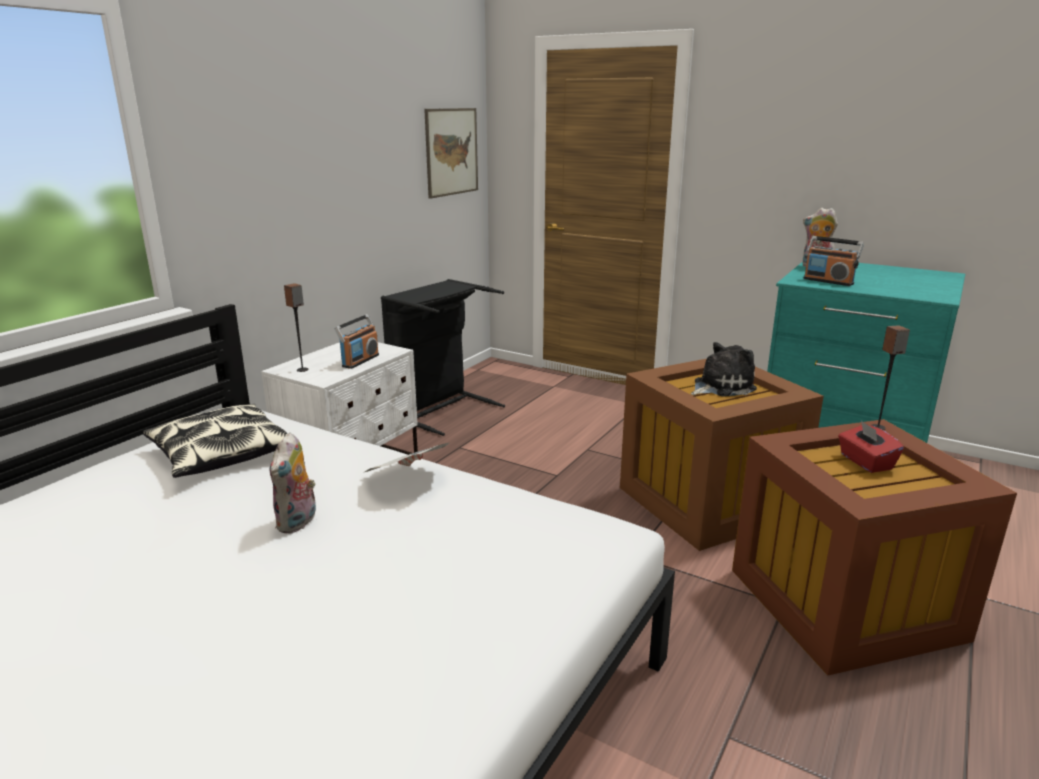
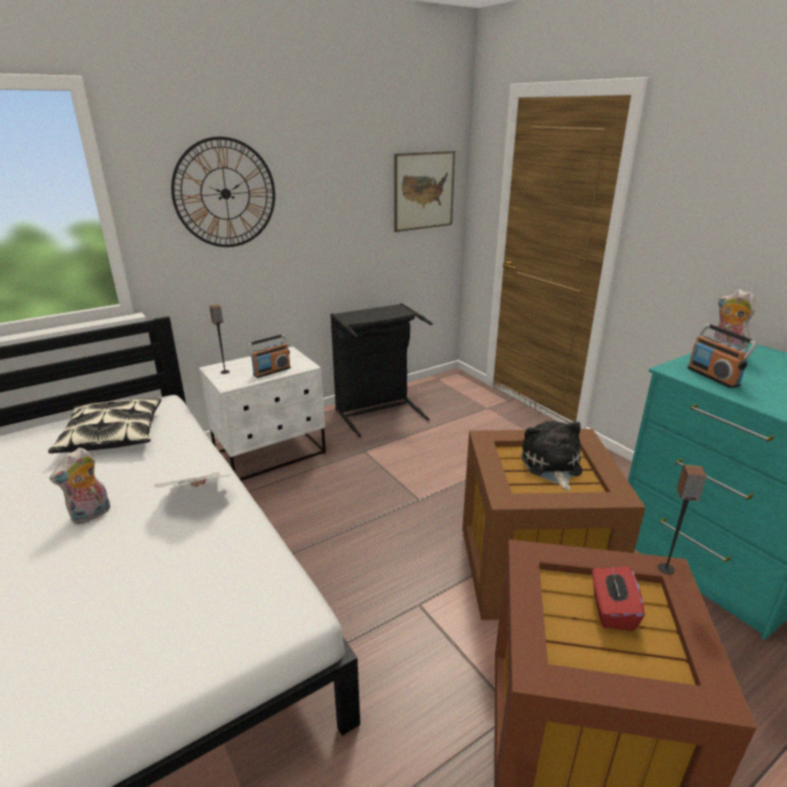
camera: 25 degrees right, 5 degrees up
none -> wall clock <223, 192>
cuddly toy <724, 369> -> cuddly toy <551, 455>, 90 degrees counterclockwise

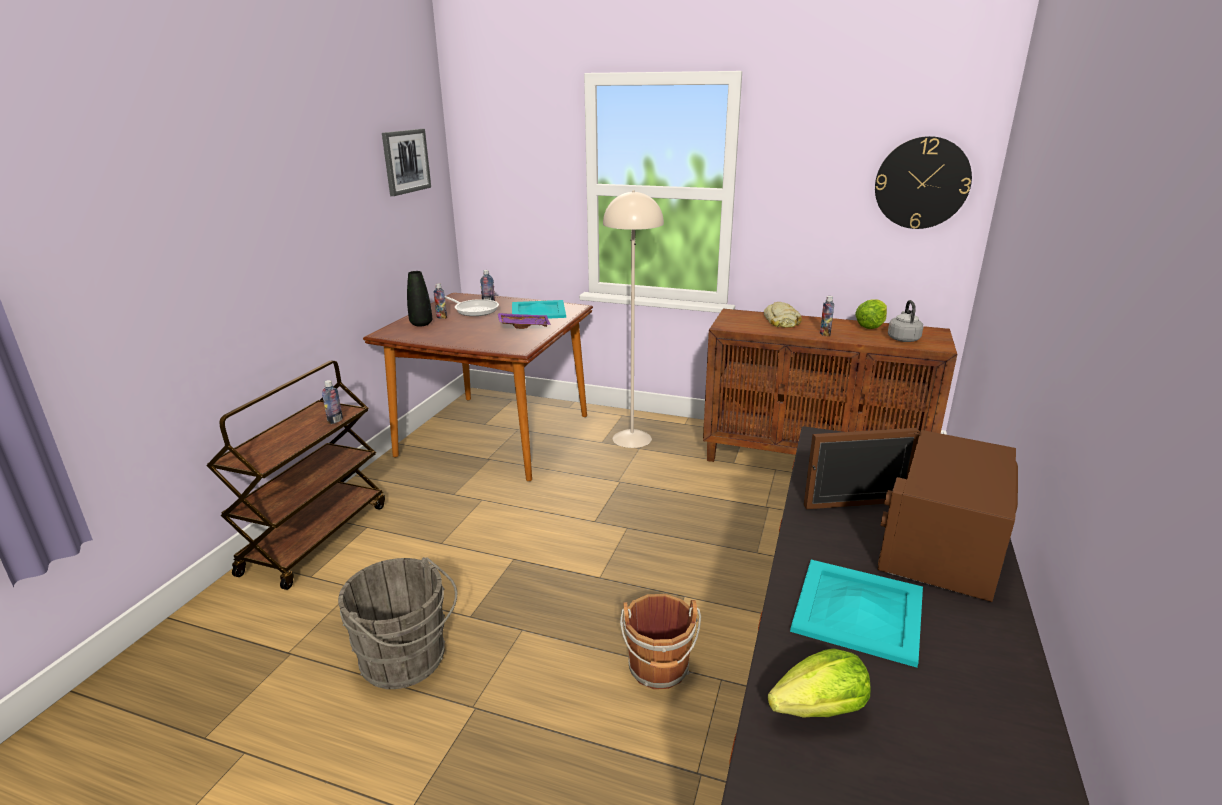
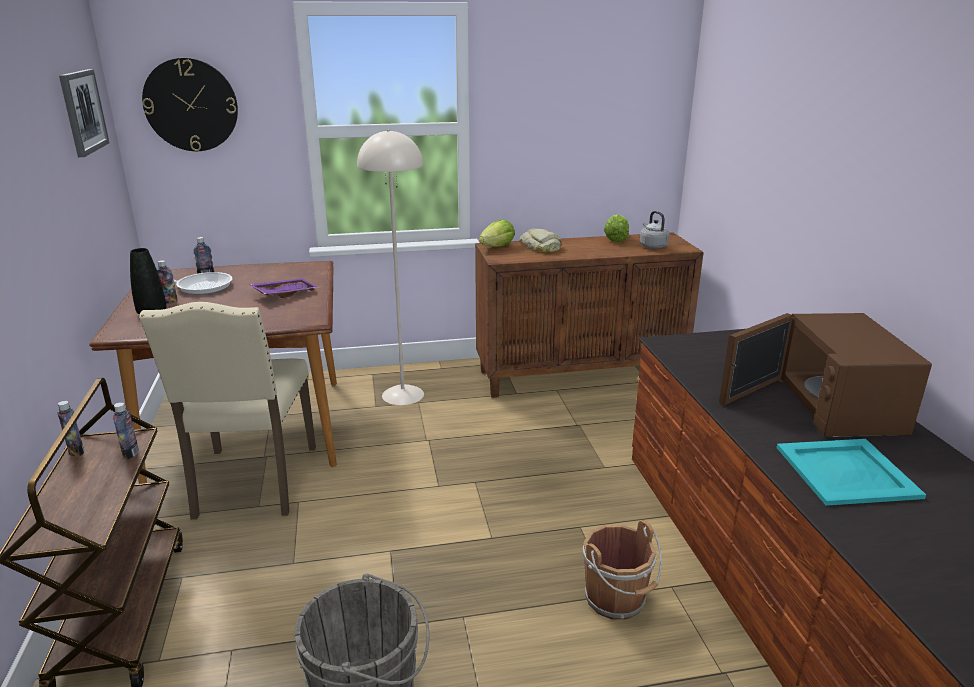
camera: 30 degrees left, 0 degrees up
bottle <827, 316> -> bottle <70, 429>, shifted
none -> plain chair (beige-coloured) <227, 411>
wall clock <923, 182> -> wall clock <190, 104>, shifted
lettuce <818, 683> -> lettuce <497, 233>, shifted
serving tray (blue-green) <539, 309> -> none

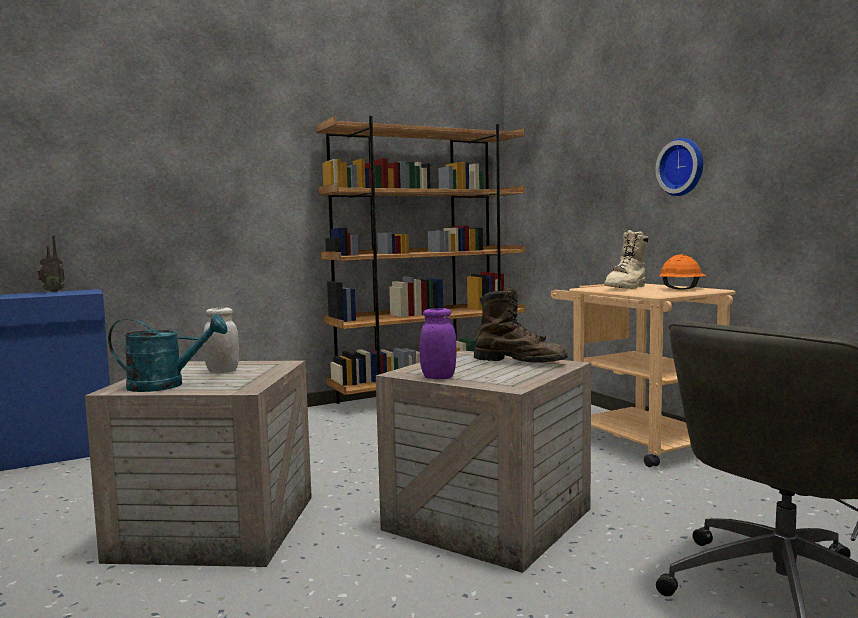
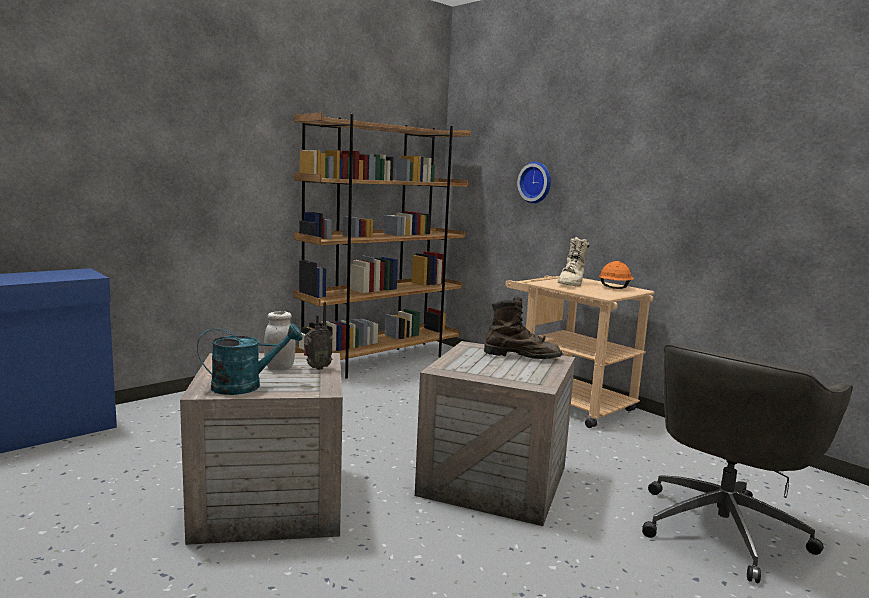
camera: 15 degrees left, 5 degrees up
radio <51, 263> -> radio <318, 336>, shifted
wall clock <679, 167> -> wall clock <534, 182>, shifted
storage jar (purple) <438, 343> -> none

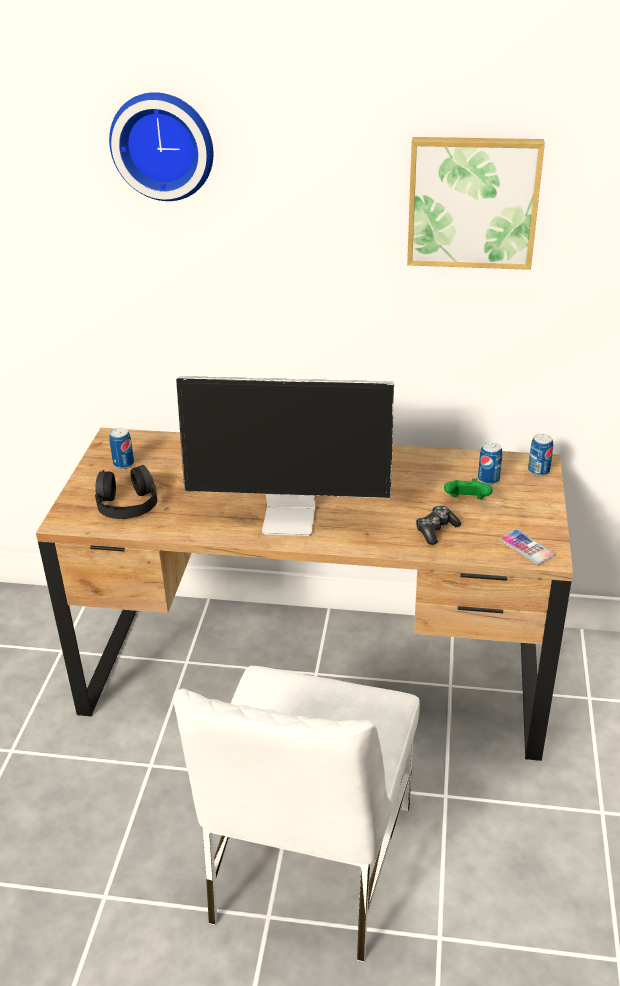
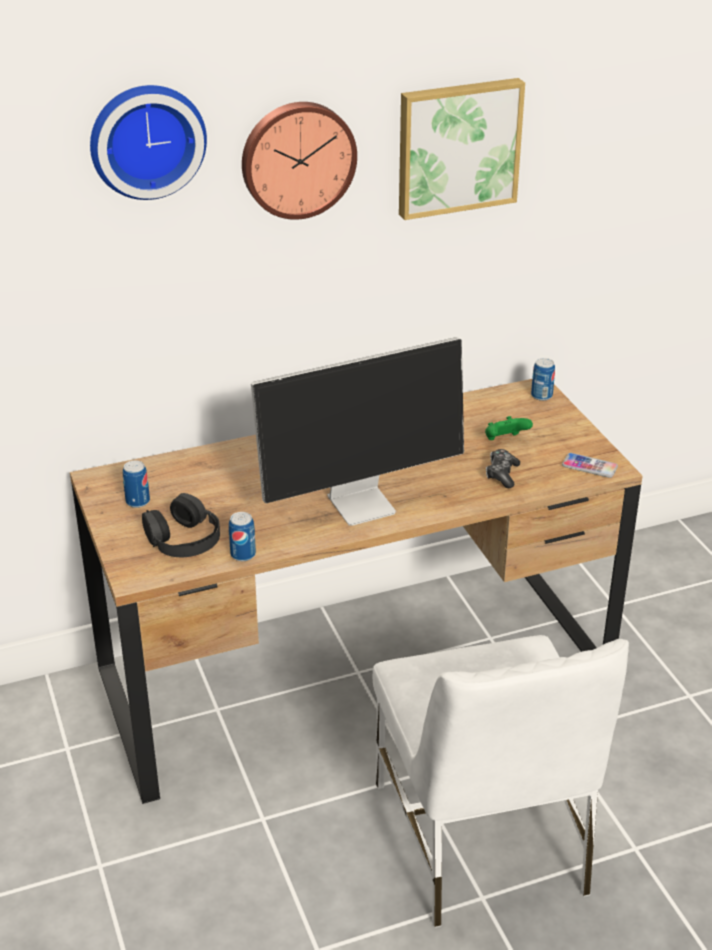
camera: 30 degrees left, 0 degrees up
metal can <490, 463> -> metal can <242, 536>, shifted
none -> wall clock <299, 161>

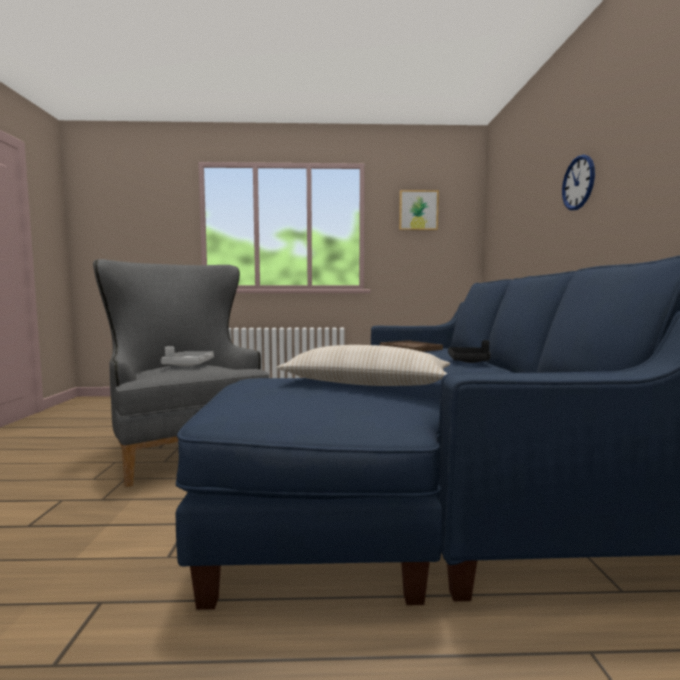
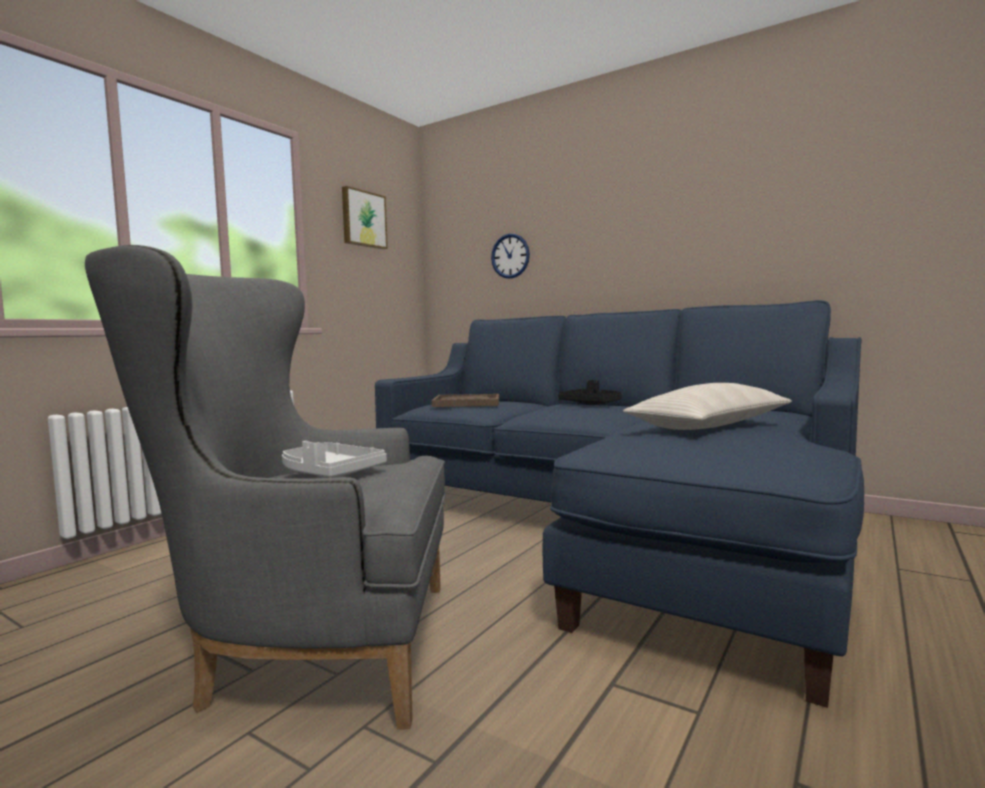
camera: 55 degrees left, 0 degrees up
wall clock <578, 182> -> wall clock <510, 256>, shifted

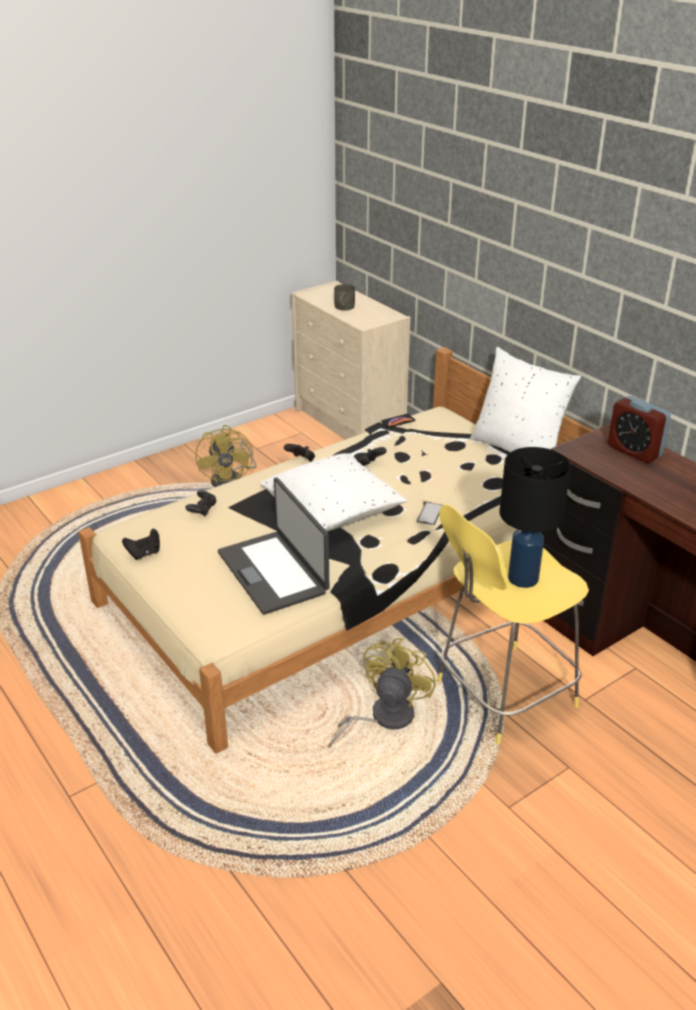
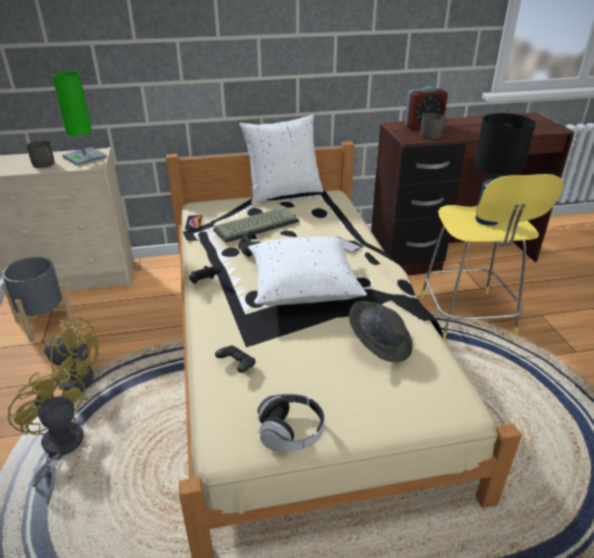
camera: 65 degrees left, 0 degrees up
none -> flower pot (grey) <38, 299>
cooling fan (yellowish) <382, 693> -> cooling fan (yellowish) <47, 436>, shifted
none -> tabletop lamp (green-coloured) <79, 118>
none -> PC keyboard <256, 225>
game controller (black) <141, 544> -> pair of headphones <291, 423>
laptop <273, 546> -> clothing hat (grey) <380, 331>
none -> coffee mug (grey) <434, 126>

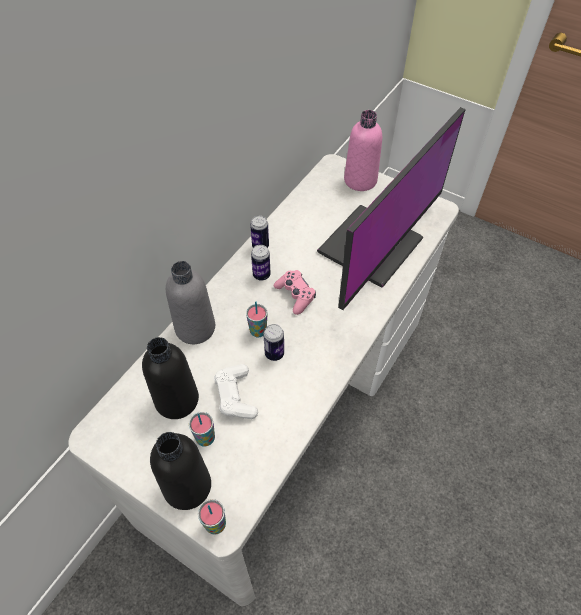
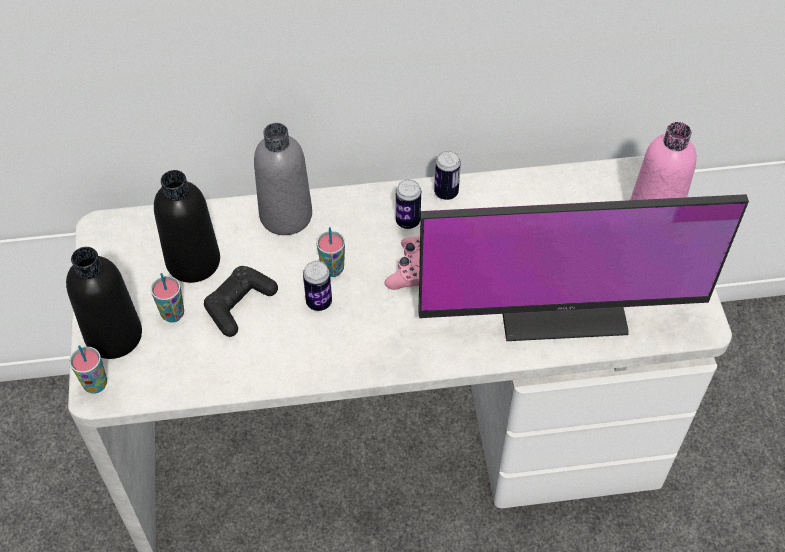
camera: 50 degrees right, 0 degrees up
game controller (whitish) <236, 391> -> game controller (black) <241, 301>

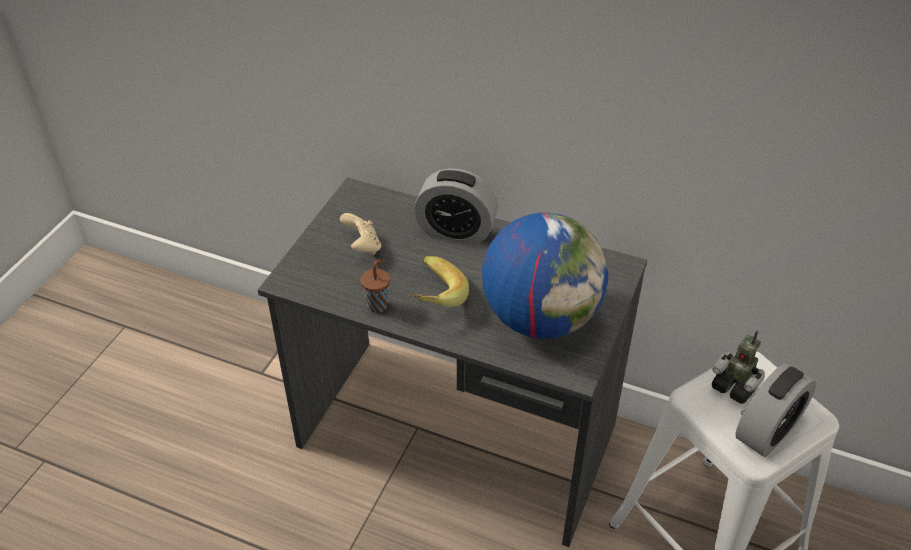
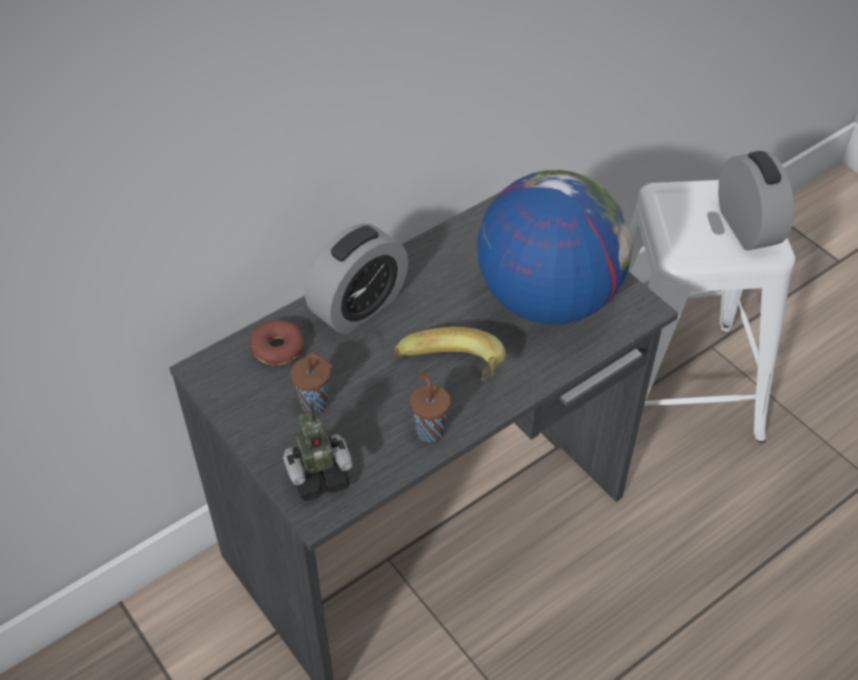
camera: 60 degrees left, 5 degrees up
none -> donut <277, 343>
toy robot <738, 367> -> toy robot <317, 452>, shifted
game controller (beige-coloured) <360, 234> -> small cup (brown) <311, 383>

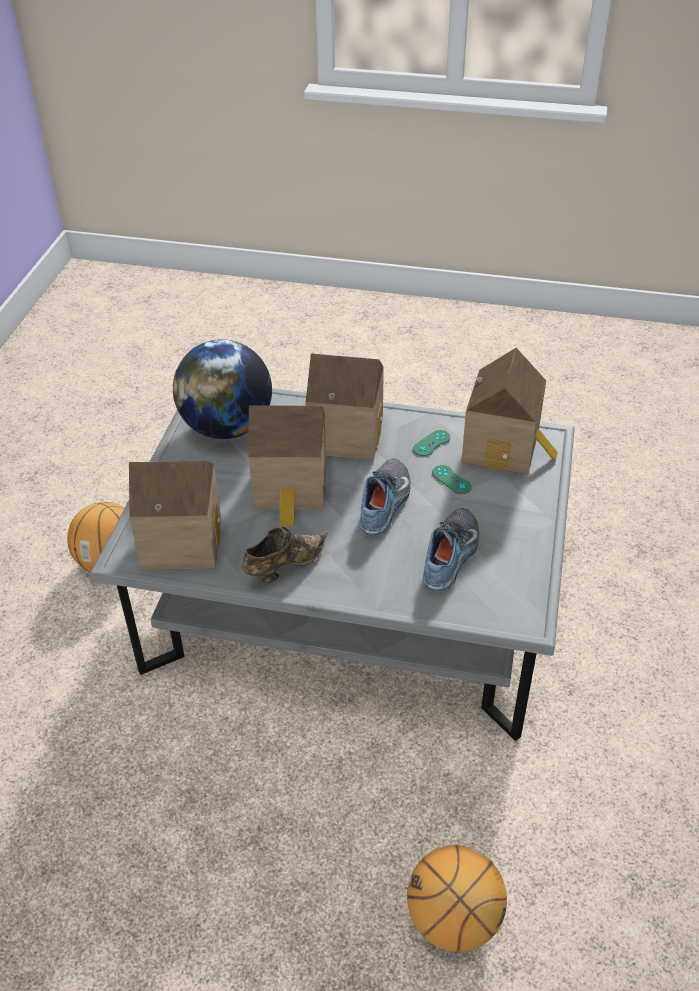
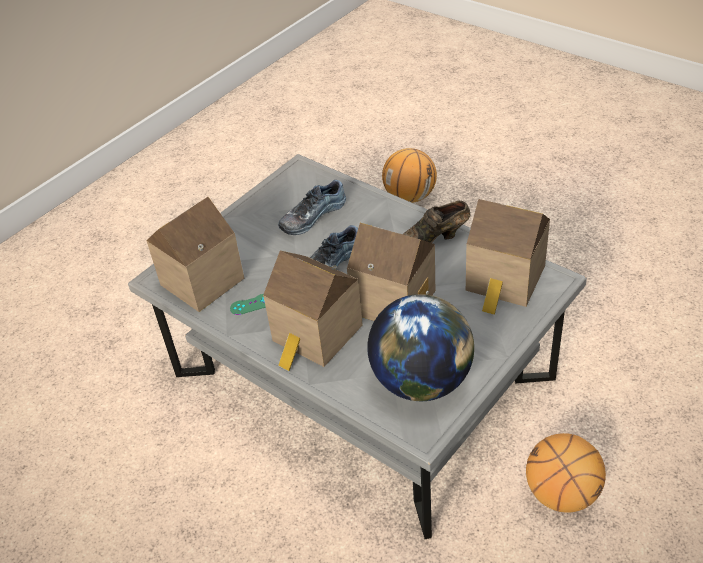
camera: 150 degrees left, 0 degrees up
game controller (green-coloured) <452, 479> -> none

